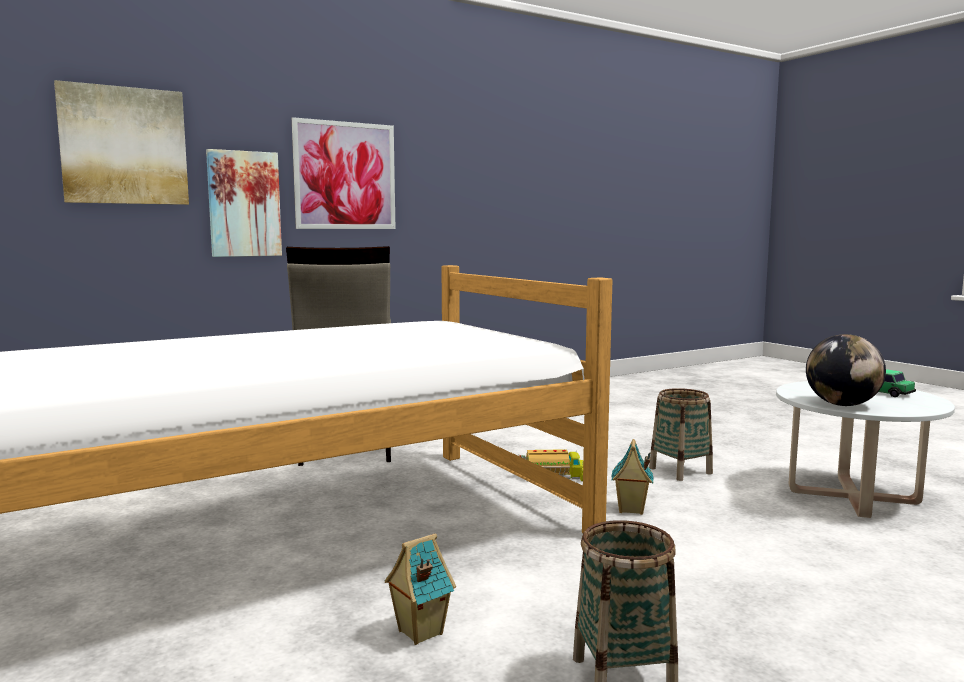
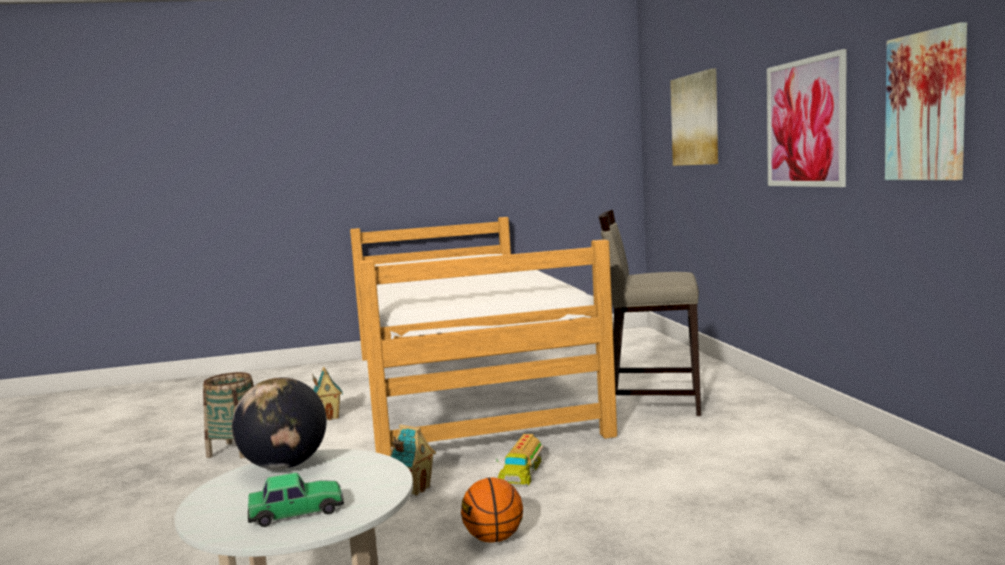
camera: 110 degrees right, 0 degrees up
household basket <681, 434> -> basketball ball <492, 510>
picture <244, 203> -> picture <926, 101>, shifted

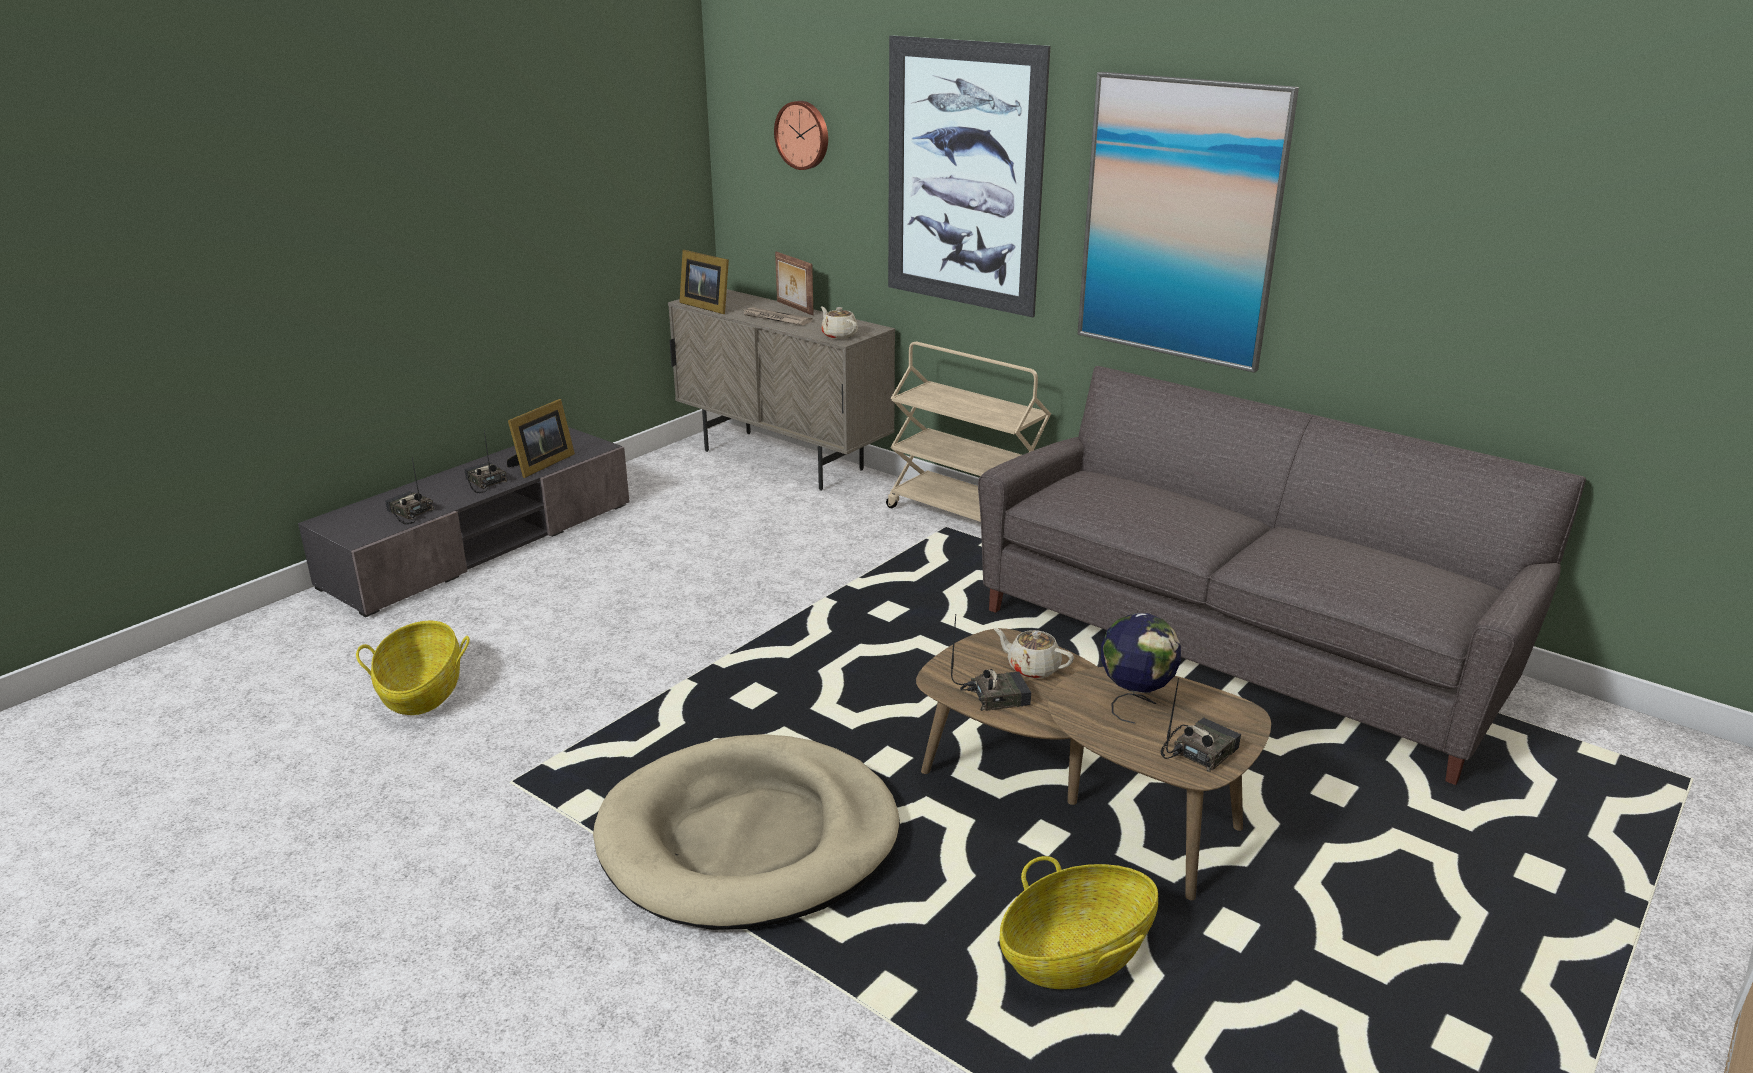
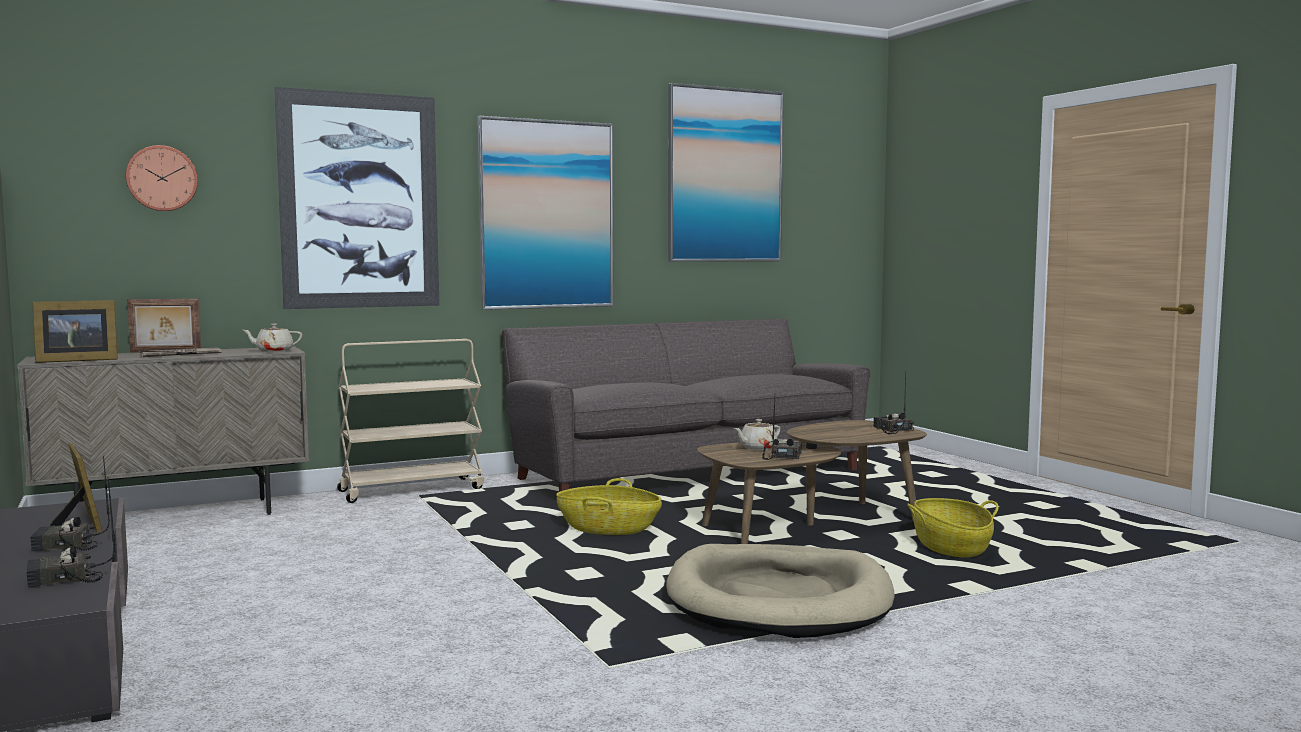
camera: 65 degrees left, 20 degrees down
household basket <413, 668> -> household basket <609, 506>, shifted
none -> picture <726, 172>
world globe <1141, 668> -> none

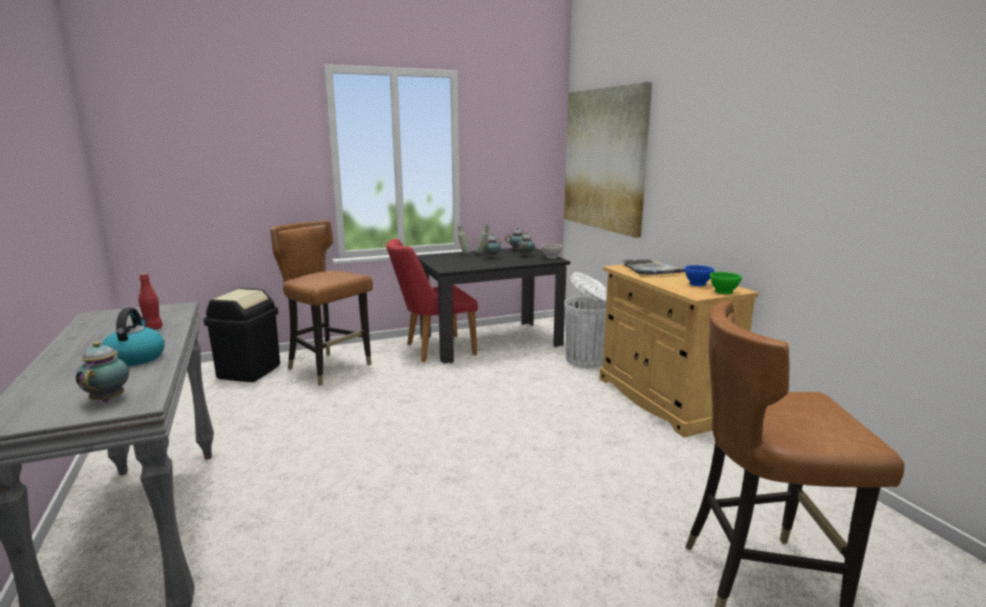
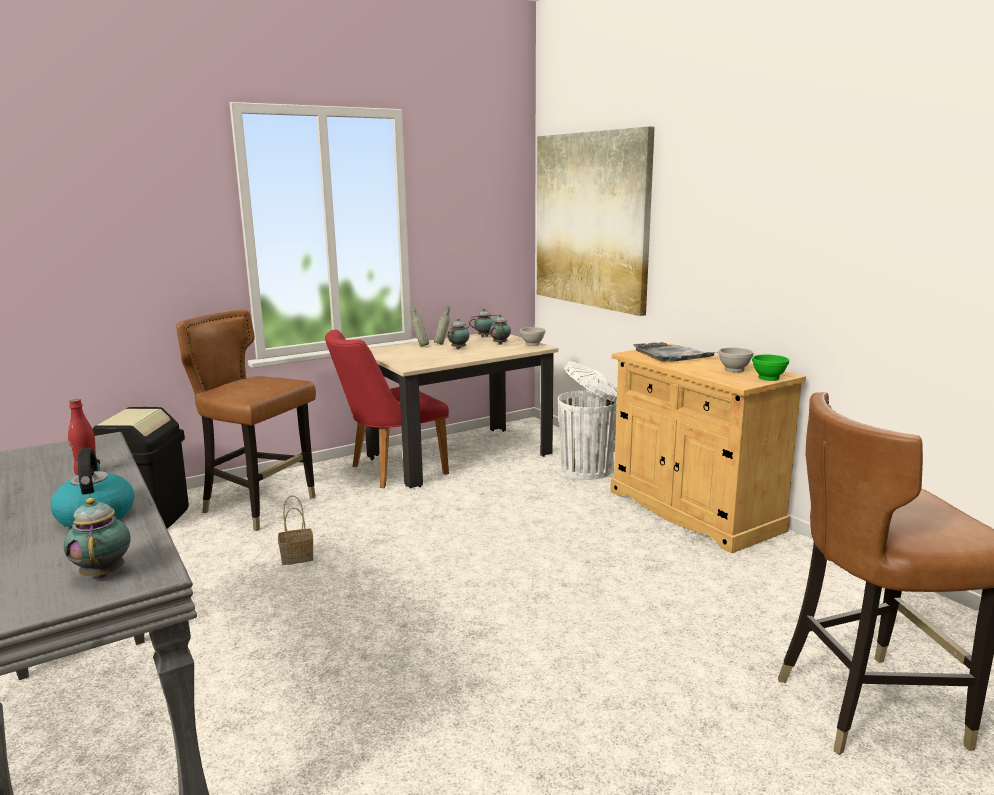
camera: 10 degrees left, 0 degrees up
none -> household basket <296, 530>
dining table (black) <493, 306> -> dining table (beige-coloured) <461, 411>
deep dish (blue) <699, 275> -> deep dish (whitish) <736, 360>

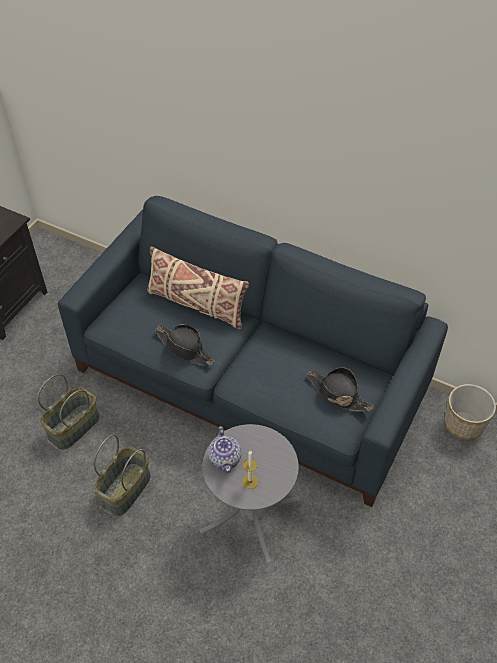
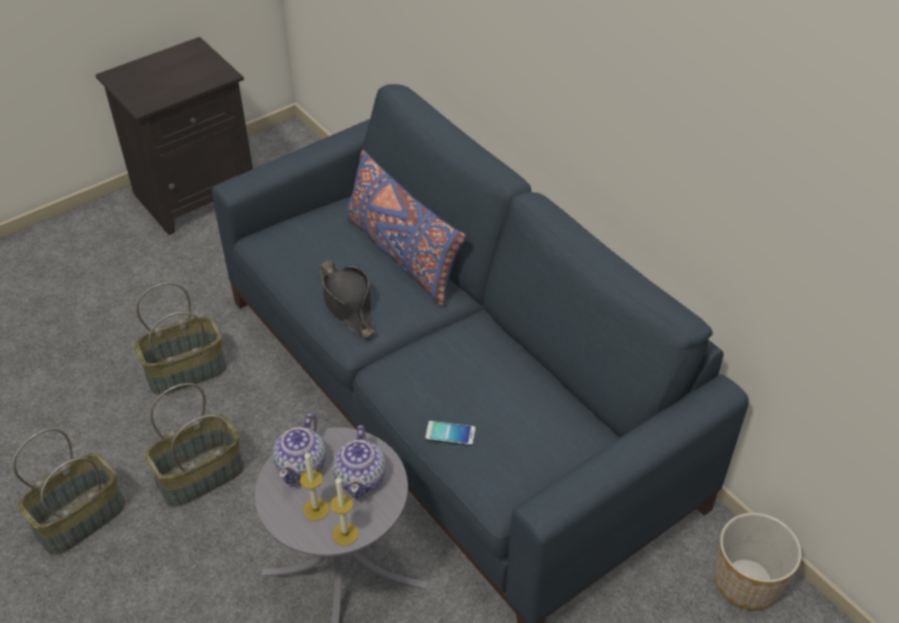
camera: 25 degrees right, 5 degrees down
none -> household basket <69, 491>
none -> candle <344, 511>
none -> tea pot <359, 462>
throw pillow (beige-coloured) <198, 288> -> throw pillow (blue) <406, 228>
none -> phone <450, 433>
clothing hat (black) <340, 389> -> none

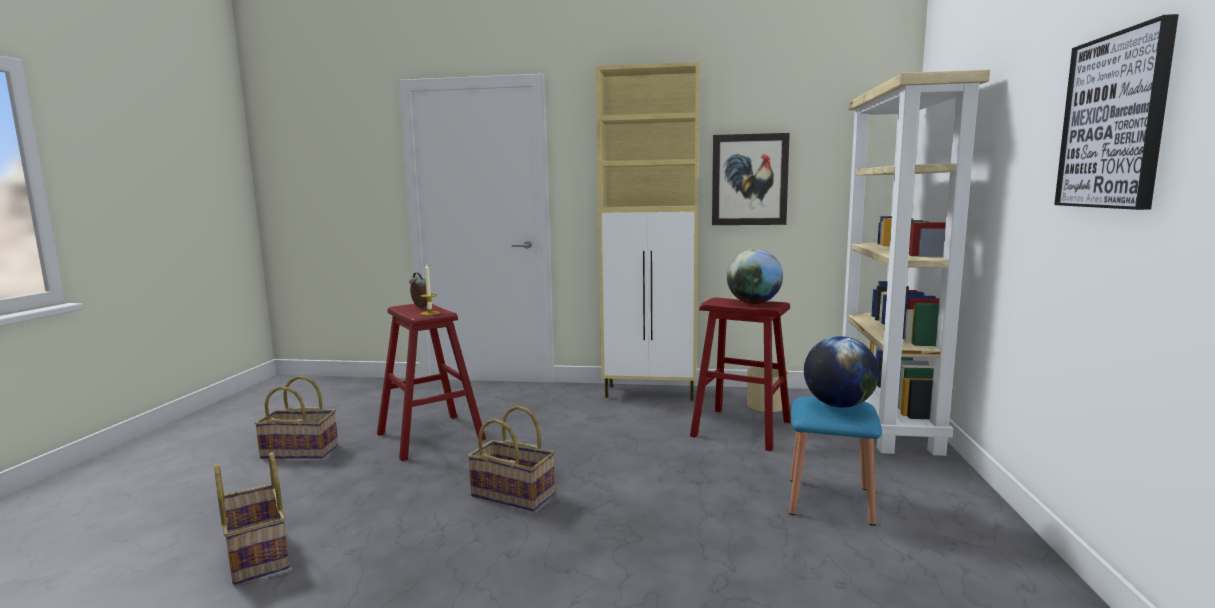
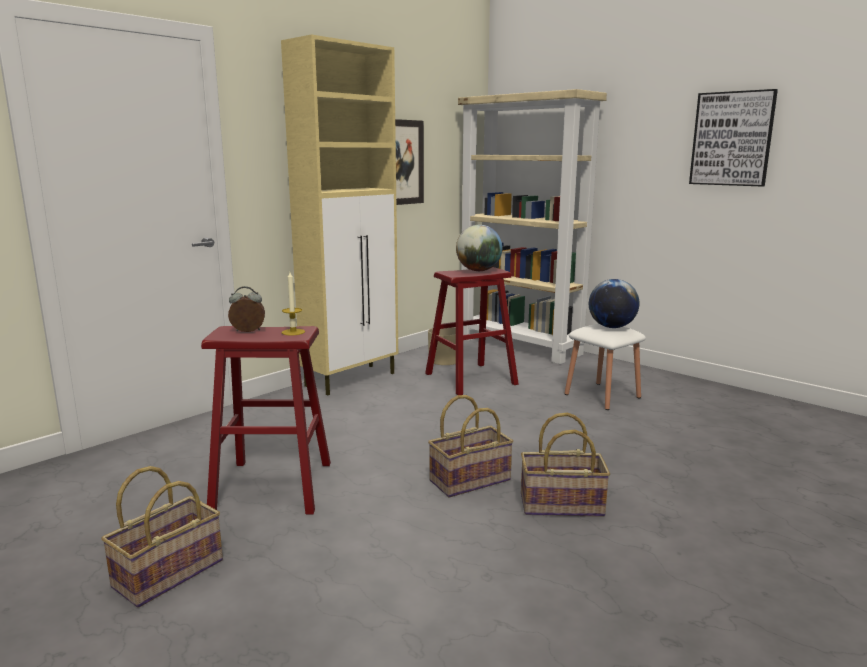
camera: 55 degrees left, 5 degrees up
household basket <252, 518> -> household basket <565, 465>, shifted
stool (blue) <835, 461> -> stool (whitish) <605, 366>

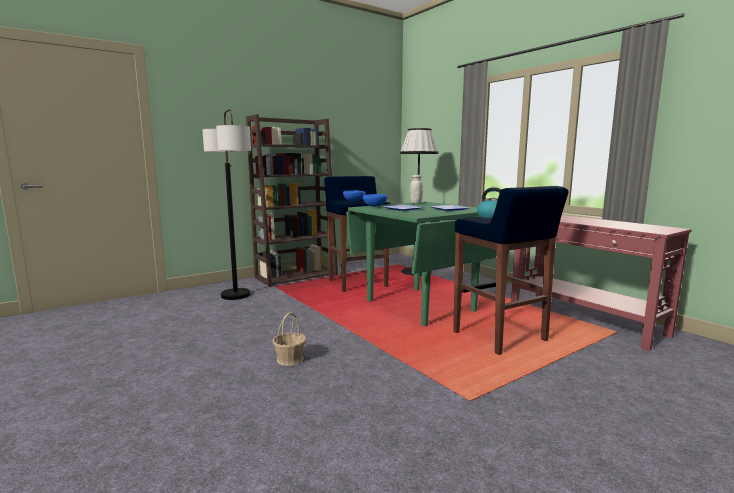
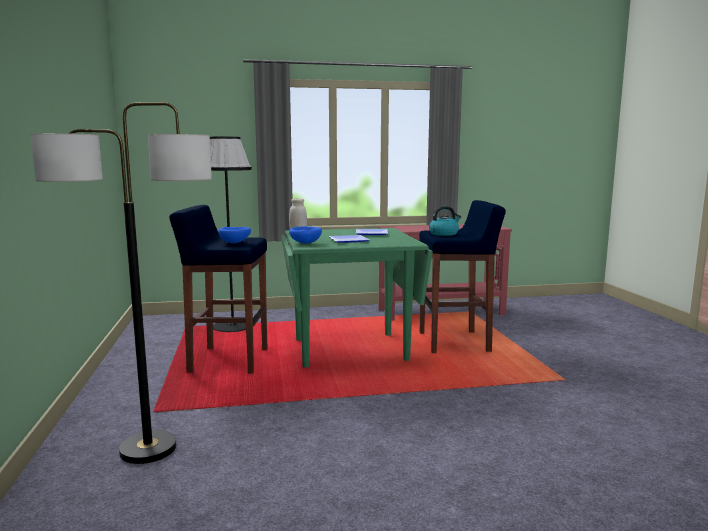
camera: 65 degrees left, 0 degrees up
shelving unit (brown) <292, 200> -> none
household basket <289, 339> -> none

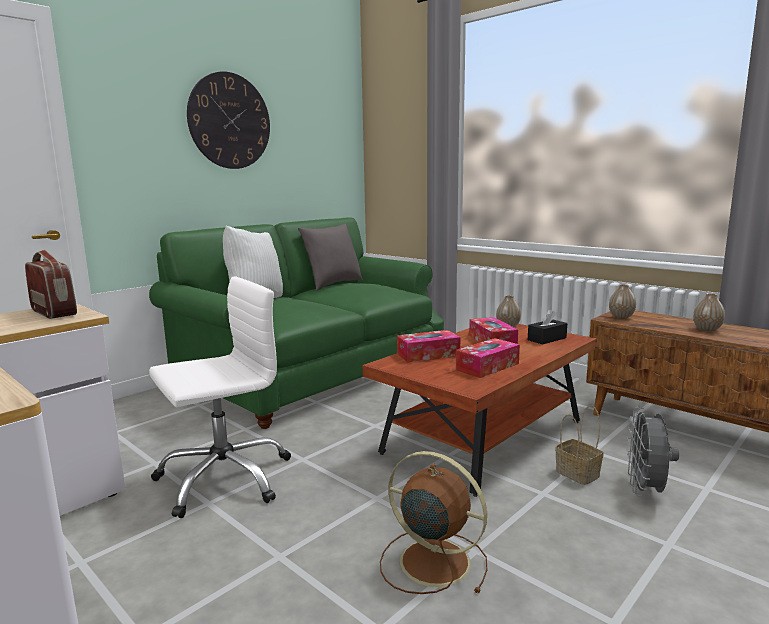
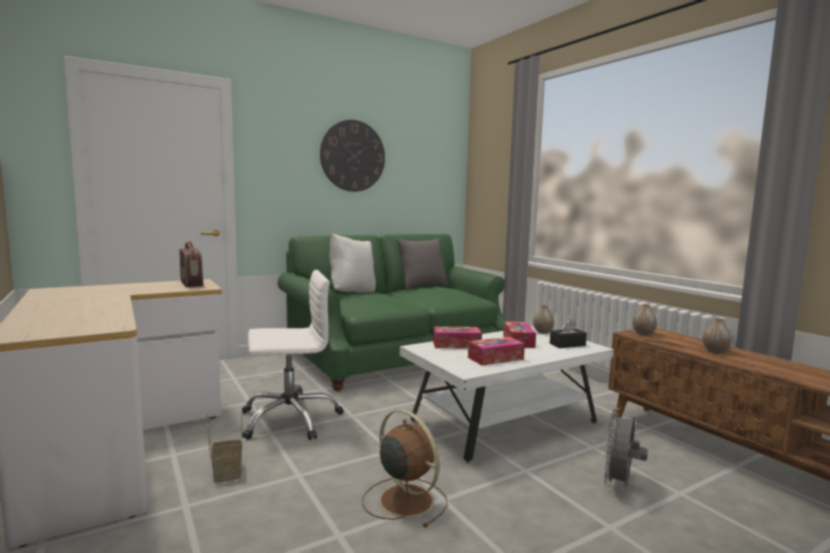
camera: 15 degrees right, 5 degrees down
household basket <579, 445> -> household basket <224, 448>, shifted
coffee table (brown) <480, 410> -> coffee table (whitish) <507, 394>

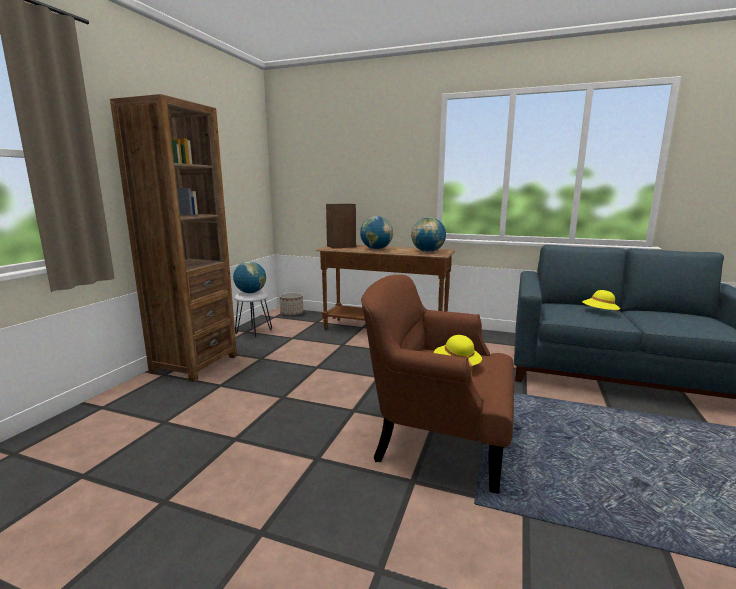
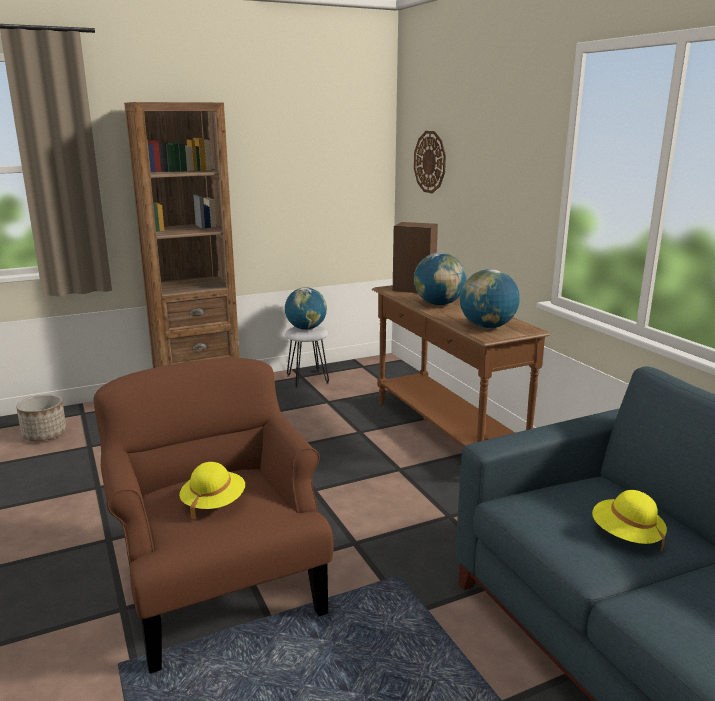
camera: 45 degrees right, 5 degrees up
flower pot <291, 304> -> flower pot <41, 418>, shifted
none -> wall clock <430, 162>

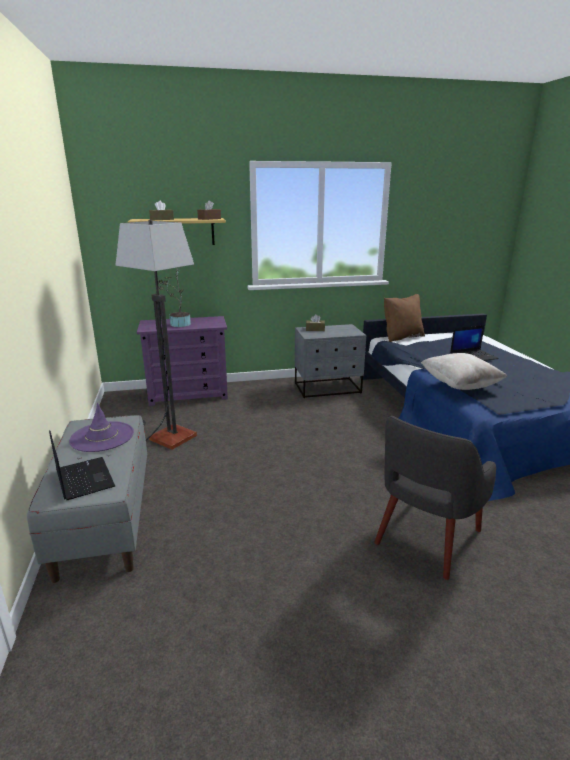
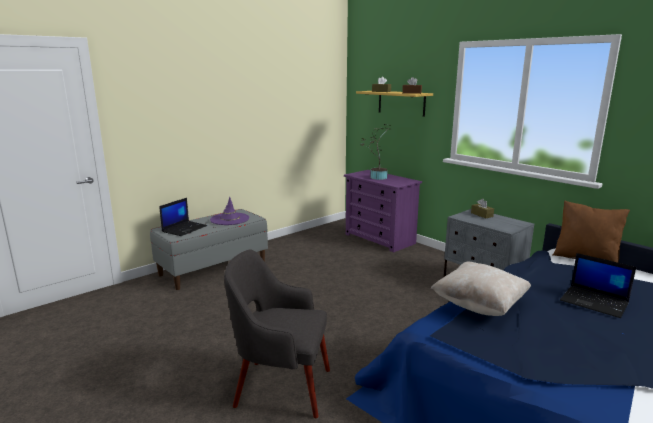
camera: 60 degrees right, 5 degrees down
floor lamp <156, 335> -> none

